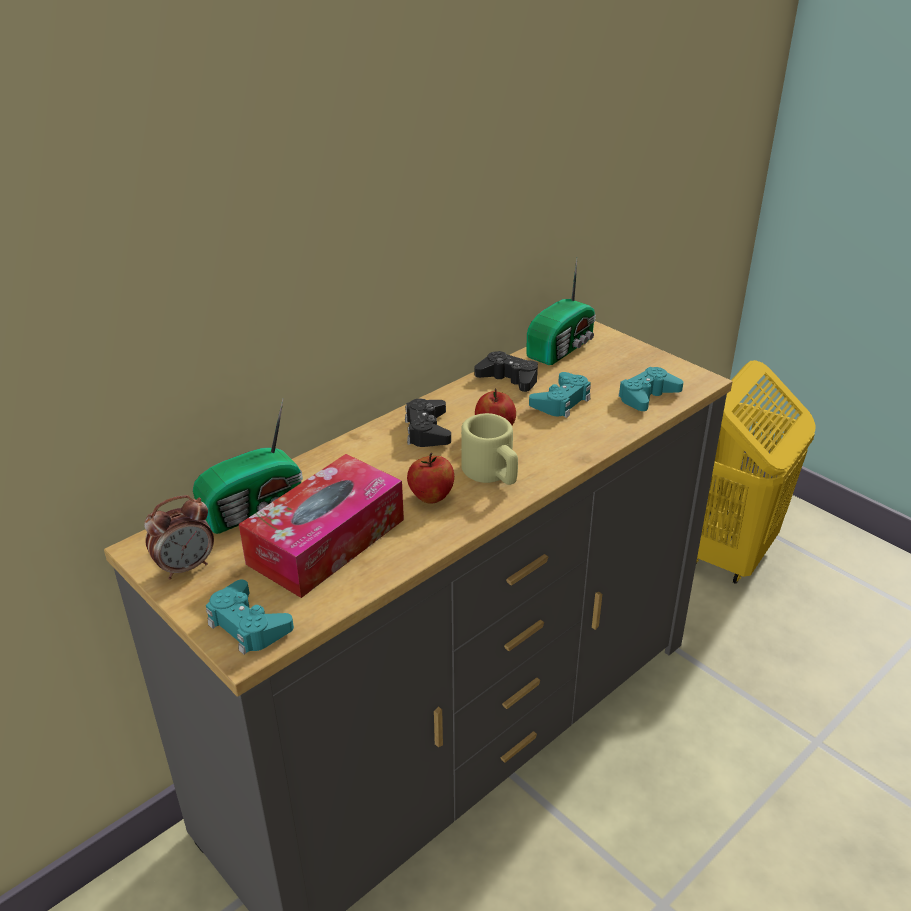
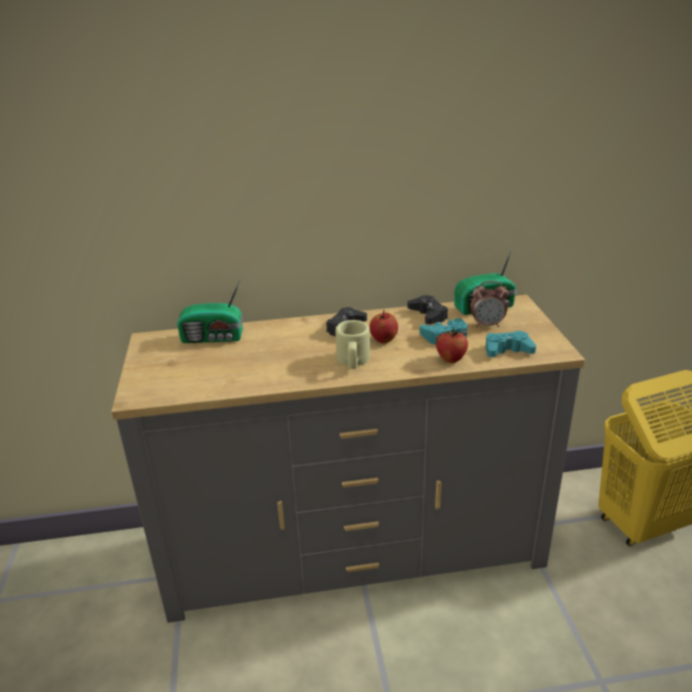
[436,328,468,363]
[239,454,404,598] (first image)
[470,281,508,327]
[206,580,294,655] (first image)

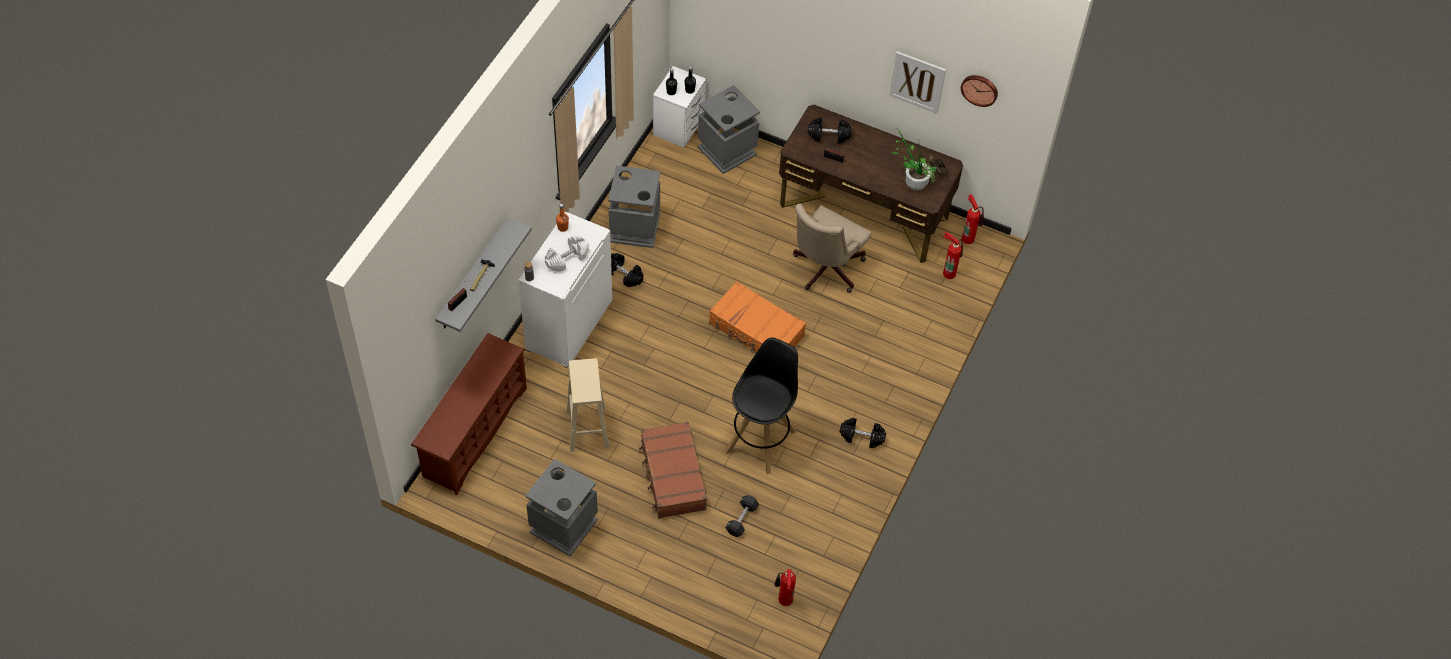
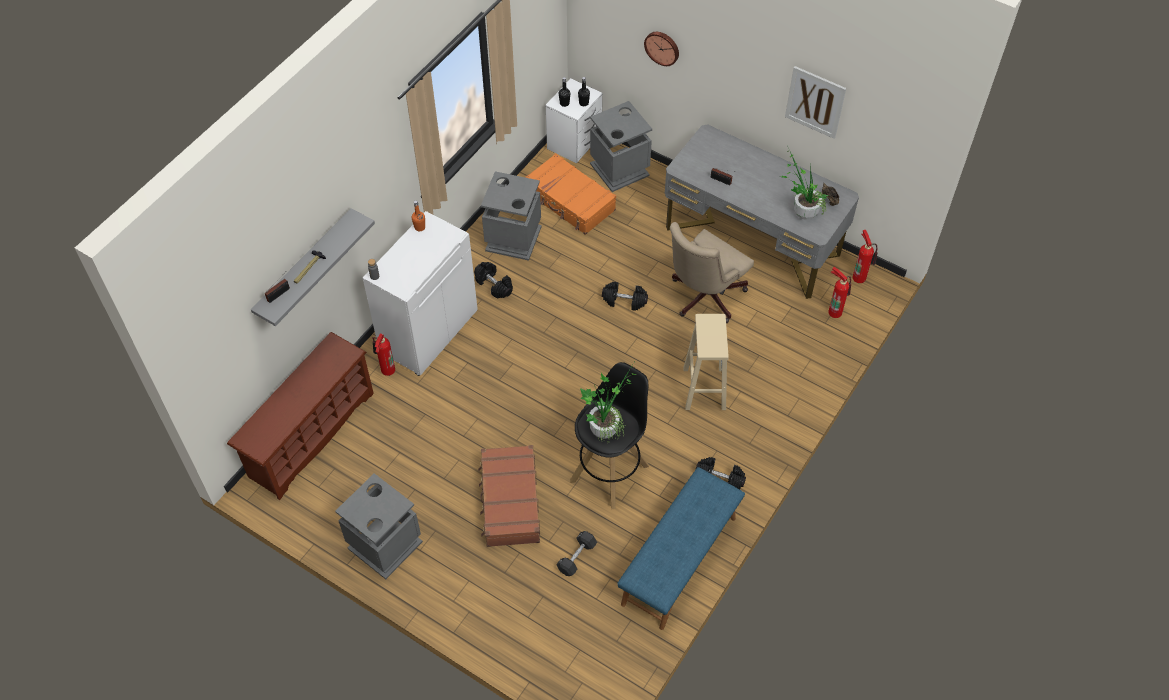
[644,32,679,66]
[665,124,859,299]
[602,282,648,311]
[545,236,589,272] (first image)
[525,153,616,235]
[683,314,729,410]
[372,334,395,376]
[580,363,636,441]
[617,467,745,630]

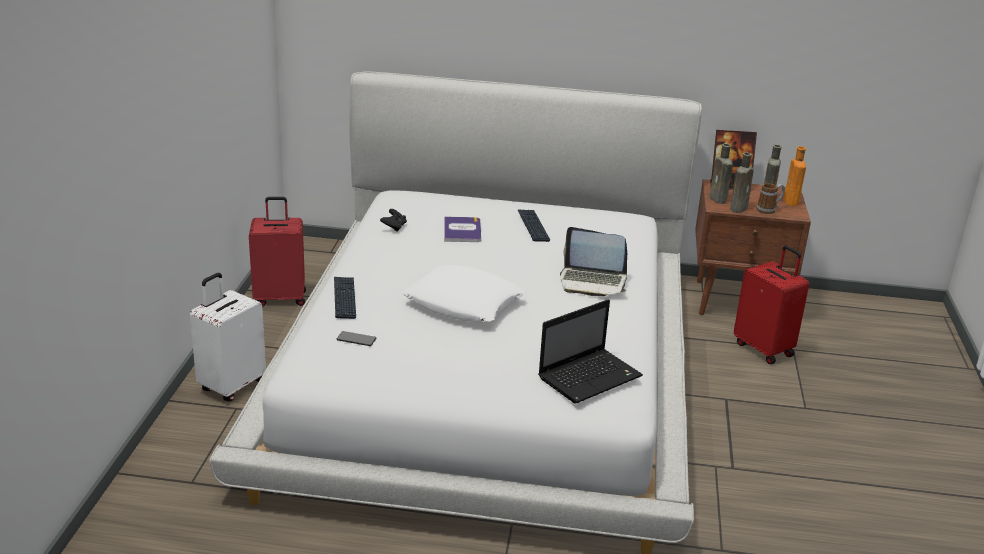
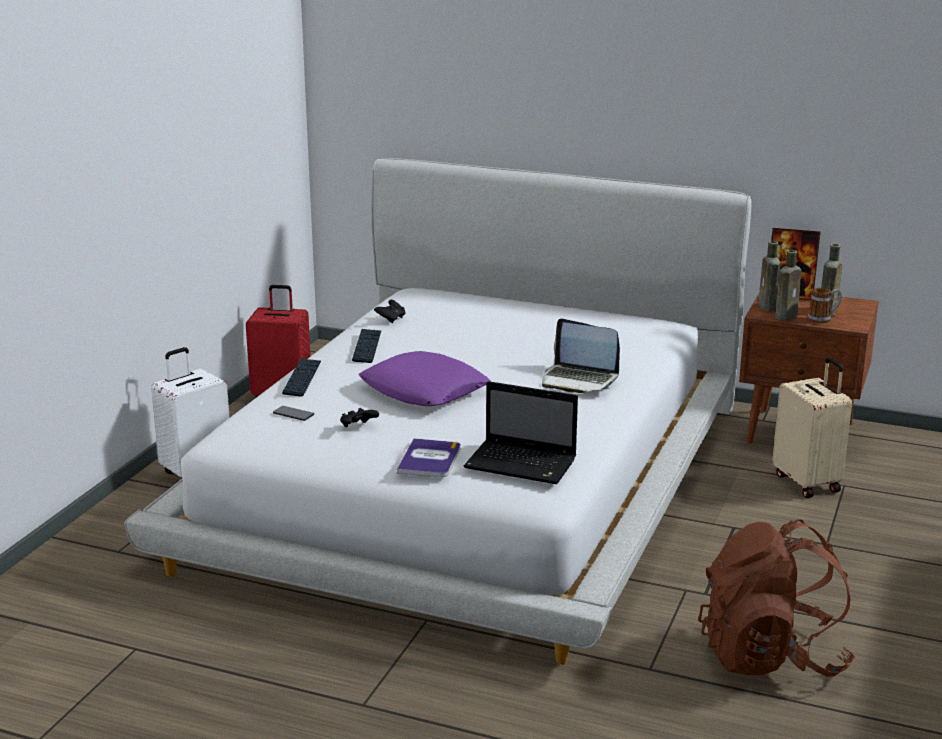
[784,146,806,206] (first image)
[352,329,381,363]
[397,438,460,477]
[773,358,852,498]
[359,351,491,406]
[464,381,578,484]
[340,408,379,427]
[698,519,855,676]

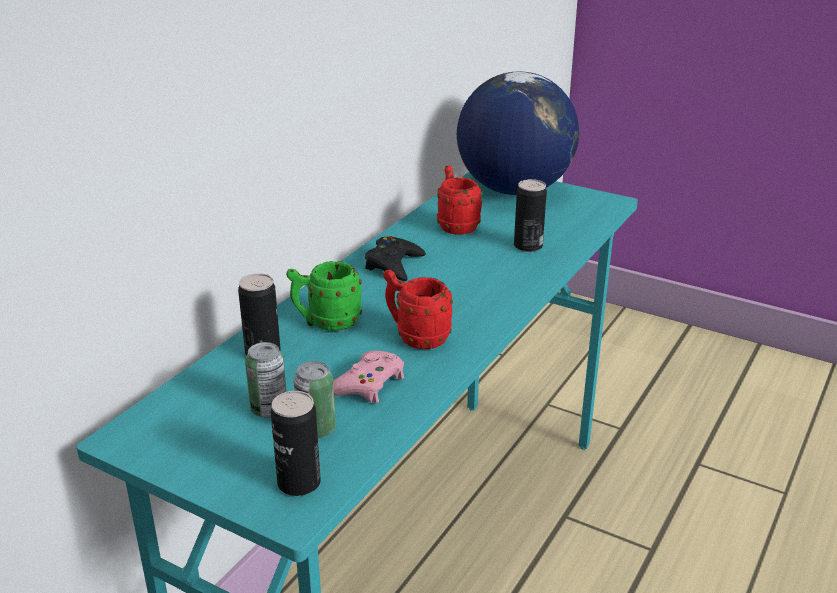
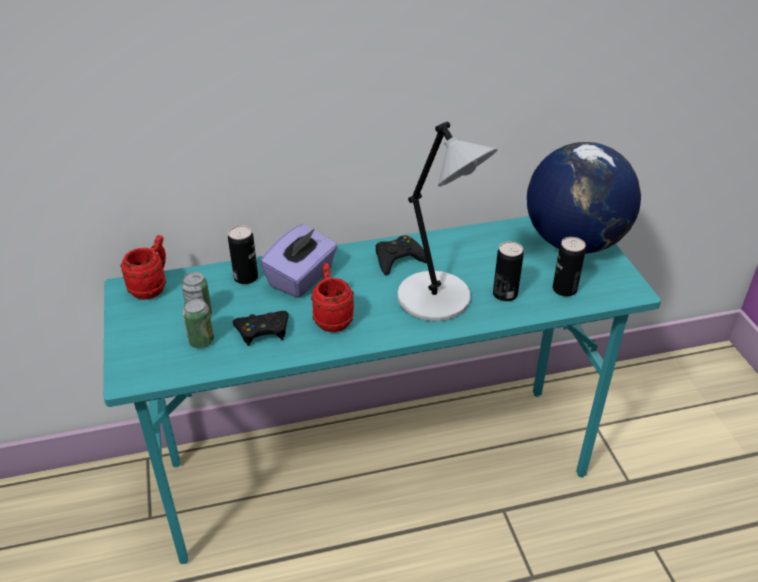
[120,235,166,300]
[260,224,338,298]
[232,311,289,346]
[552,237,586,296]
[397,121,498,321]

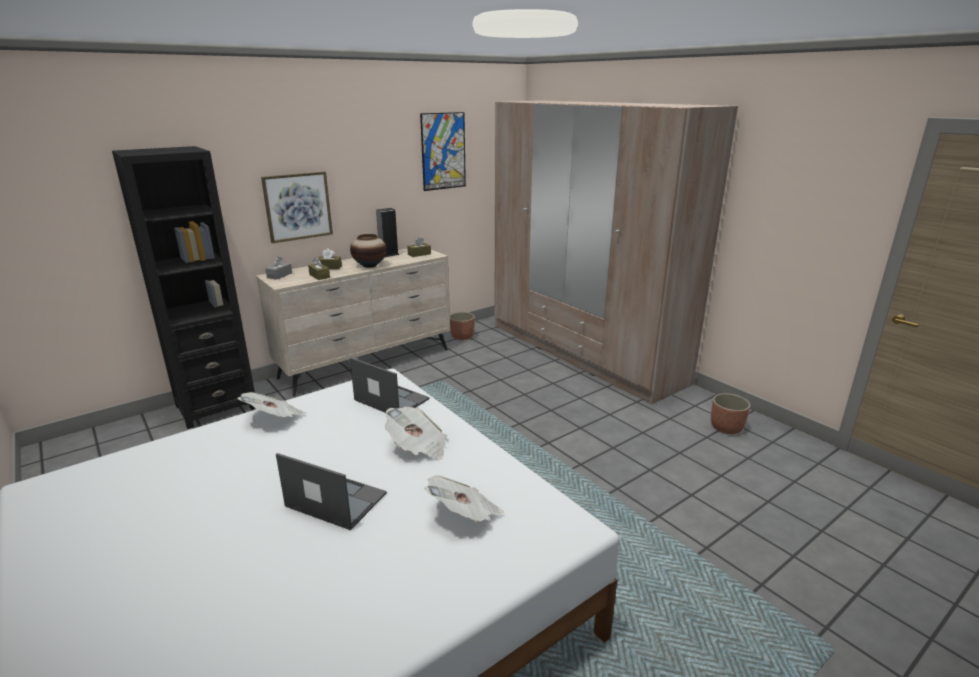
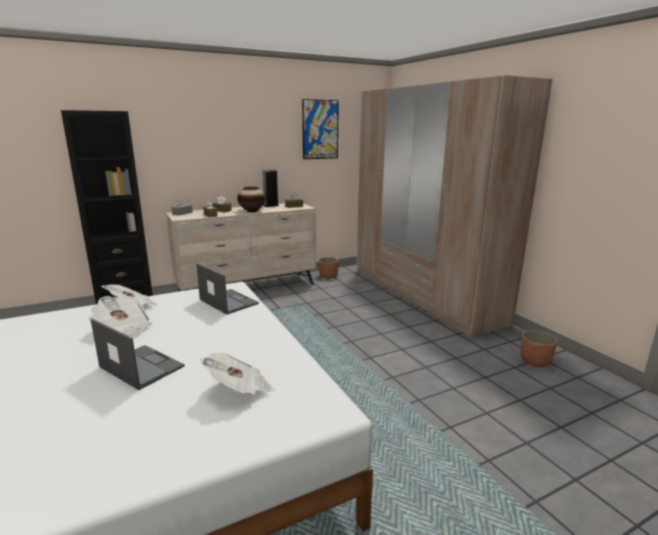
[261,171,333,243] (first image)
[91,296,152,340]

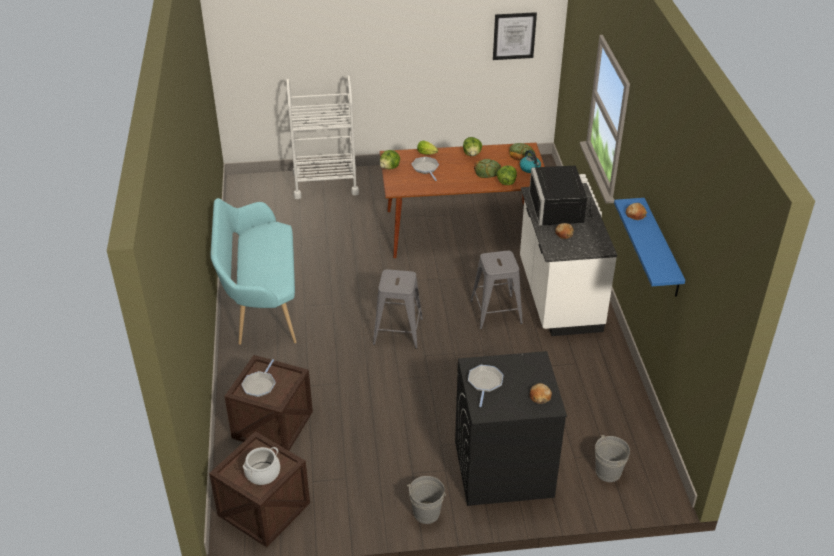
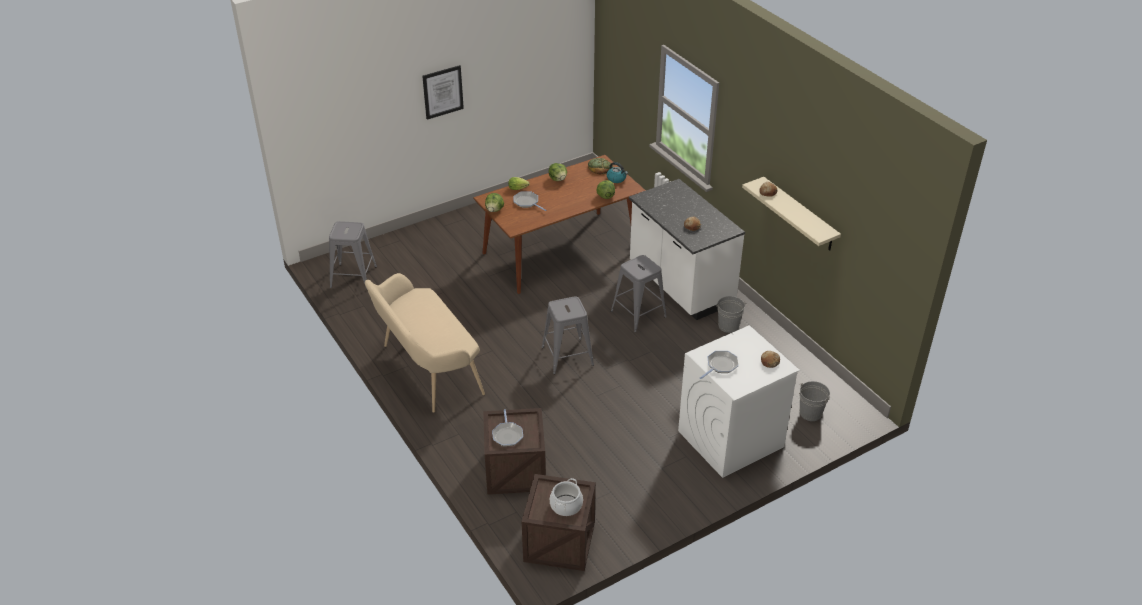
[422,65,464,120]
[286,76,359,199] (first image)
[474,159,501,178] (first image)
[529,166,594,225] (first image)
[365,273,485,413]
[742,177,841,250]
[678,325,800,478]
[700,351,739,379]
[716,296,747,333]
[329,221,377,290]

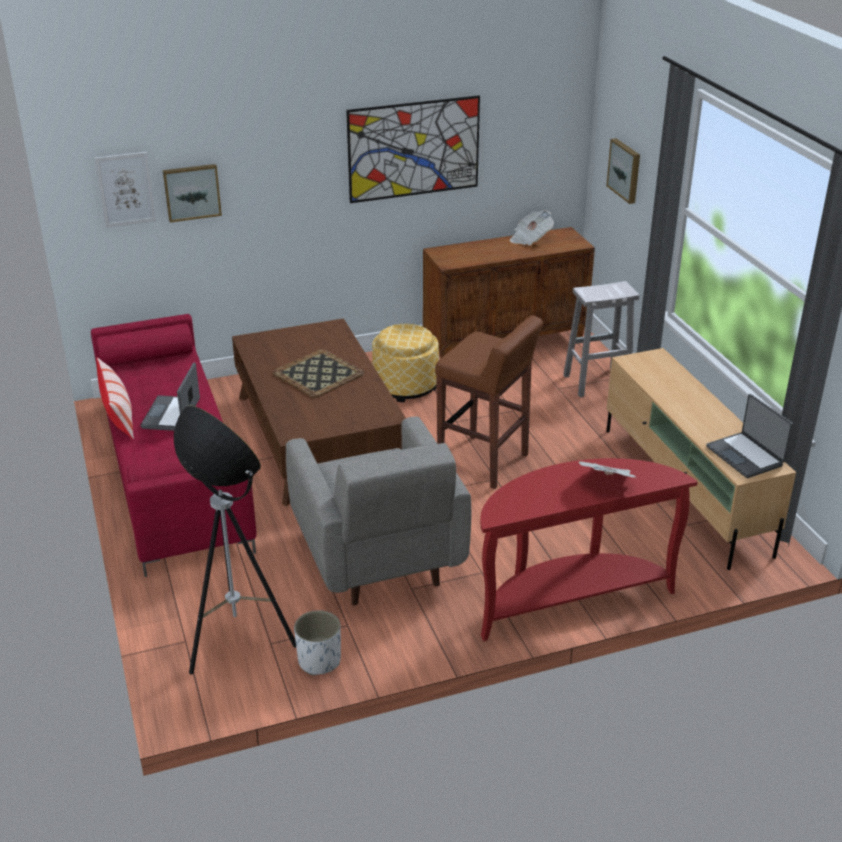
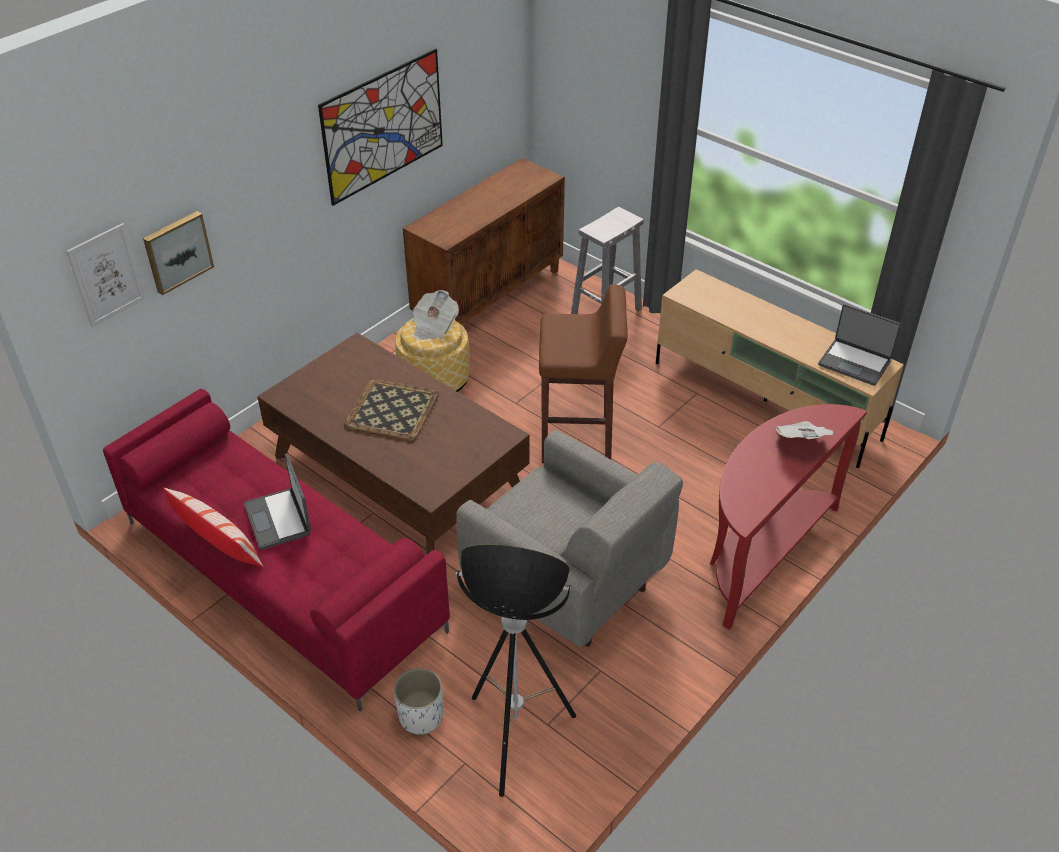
[606,138,640,204] (first image)
[412,290,459,340]
[394,668,443,735]

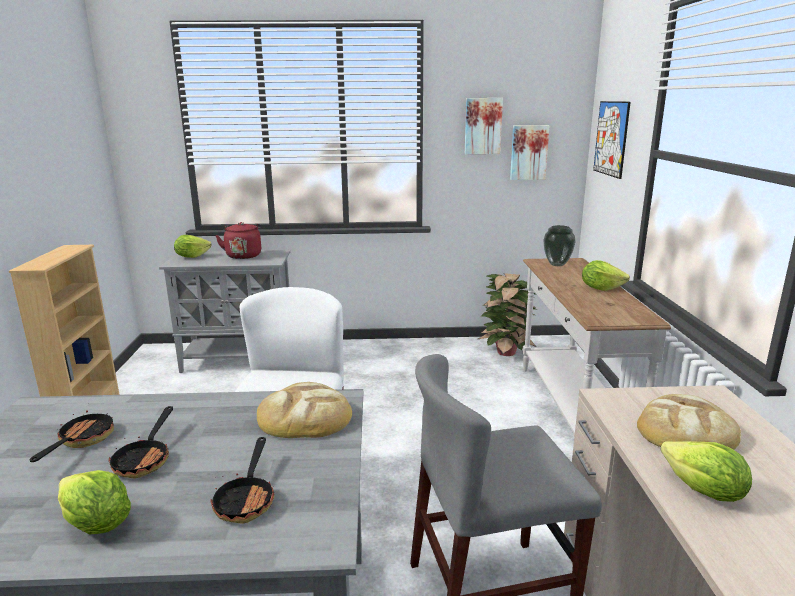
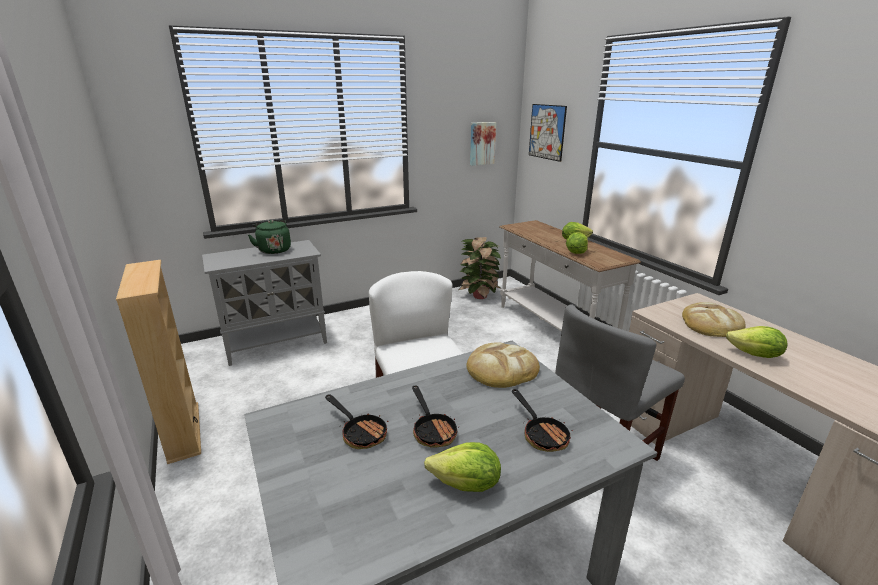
[465,98,503,154] (first image)
[248,220,291,254]
[543,225,576,266] (first image)
[566,233,588,254]
[325,395,388,449]

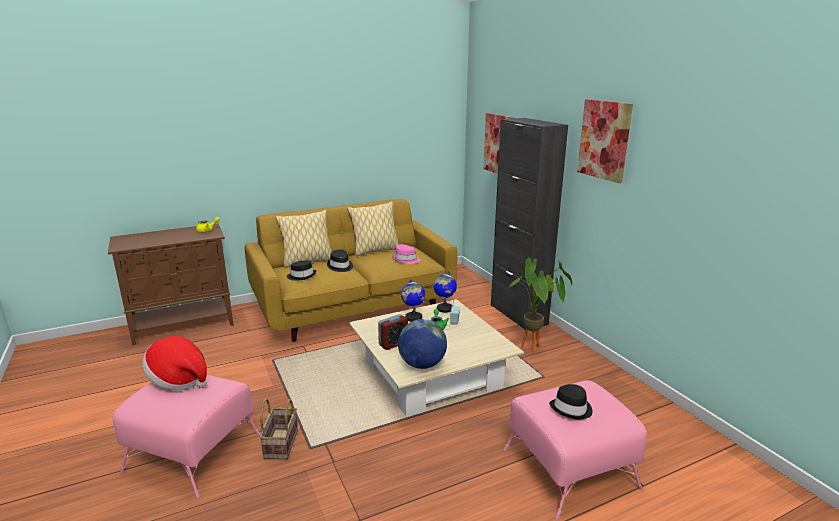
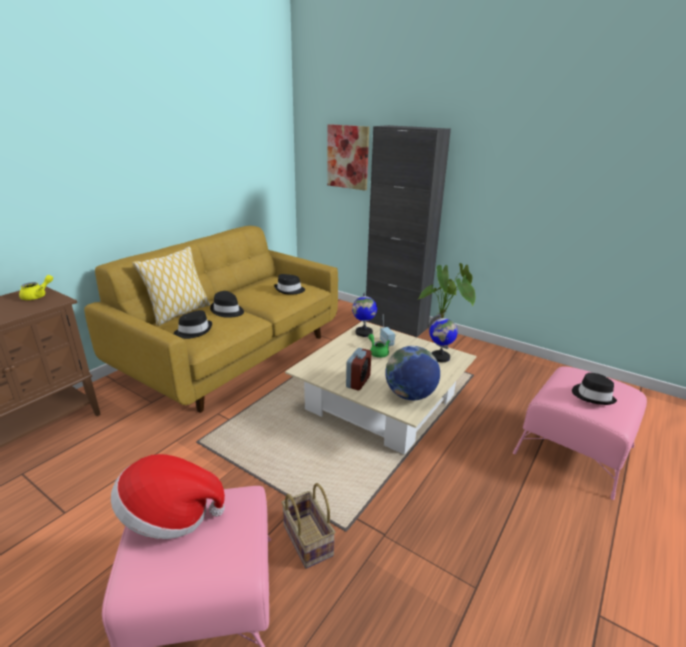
[577,99,633,183] (first image)
[347,202,399,256] (first image)
[274,274,305,294]
[429,314,458,362]

